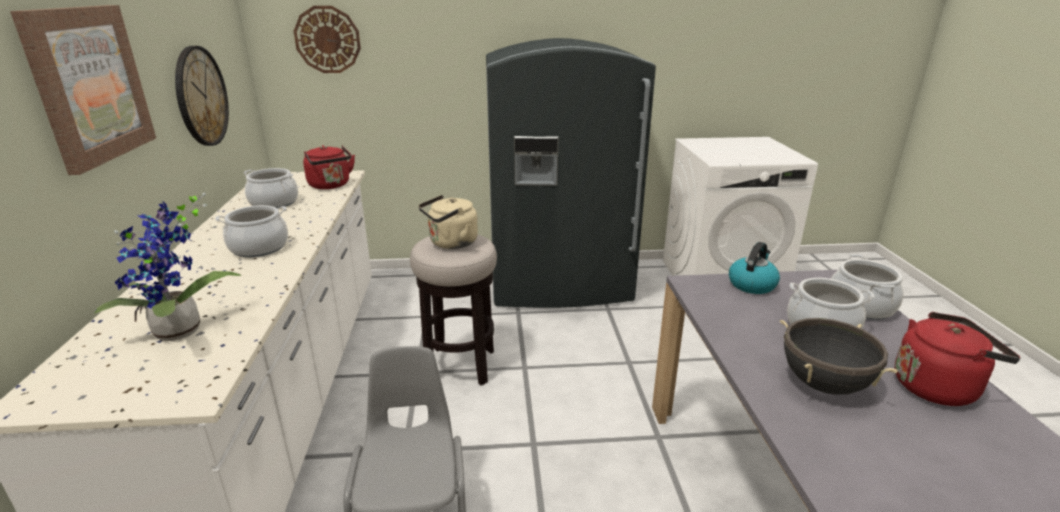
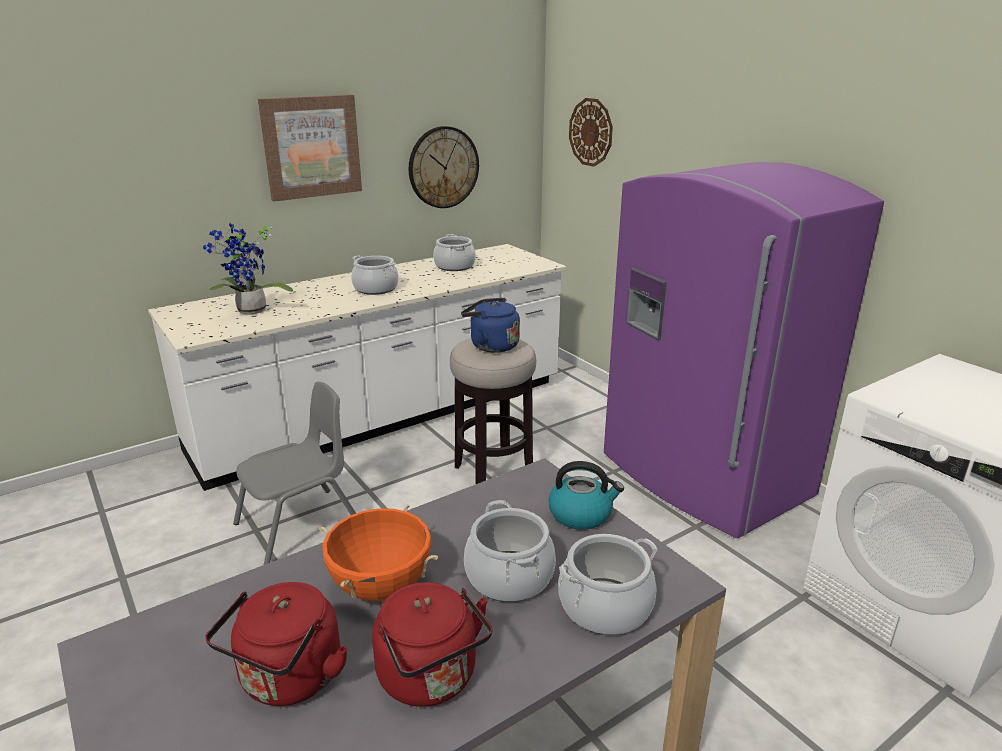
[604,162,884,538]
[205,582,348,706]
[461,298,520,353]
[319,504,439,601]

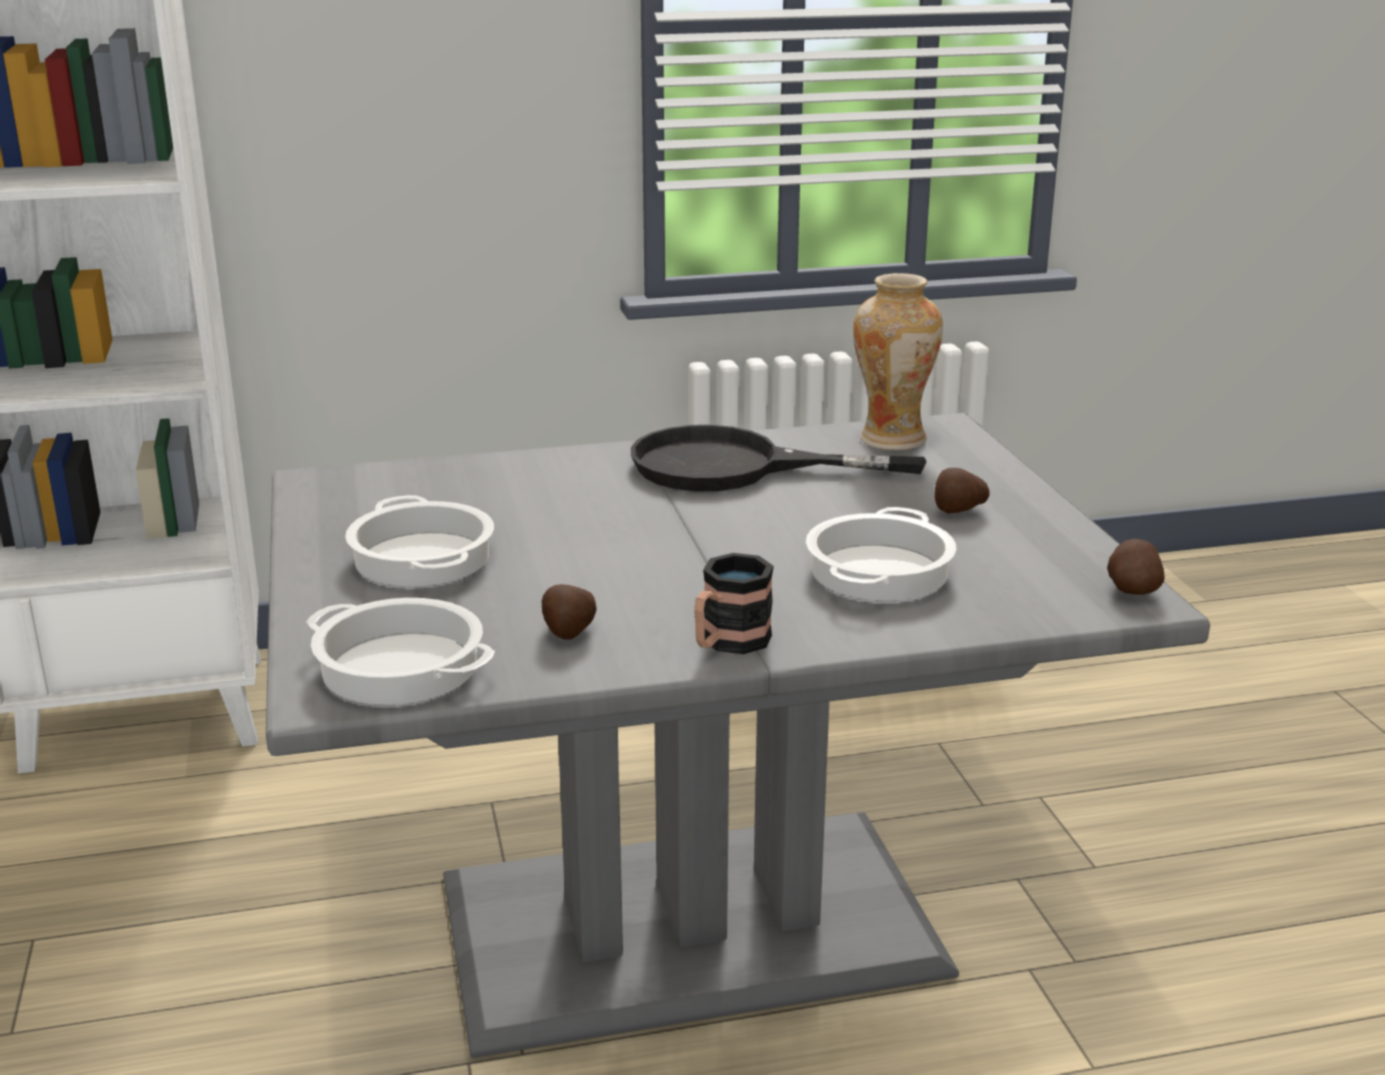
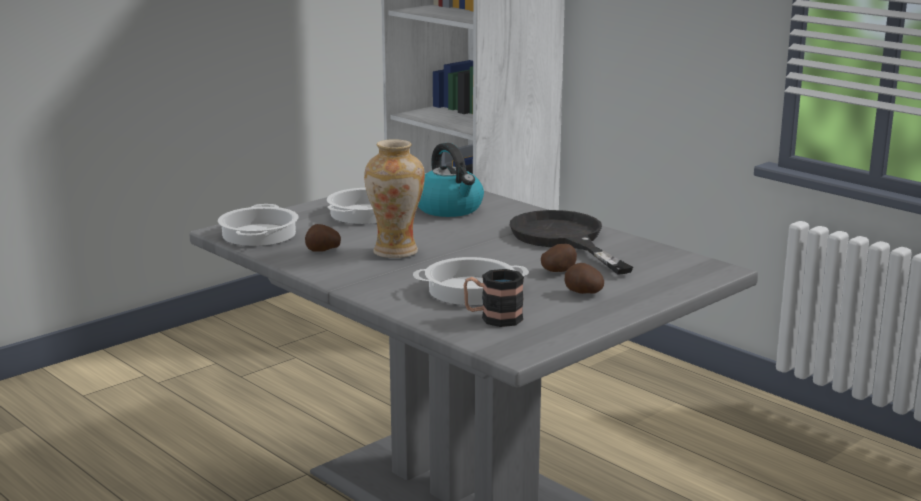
[364,139,425,258]
[541,244,577,272]
[464,269,524,327]
[418,143,484,217]

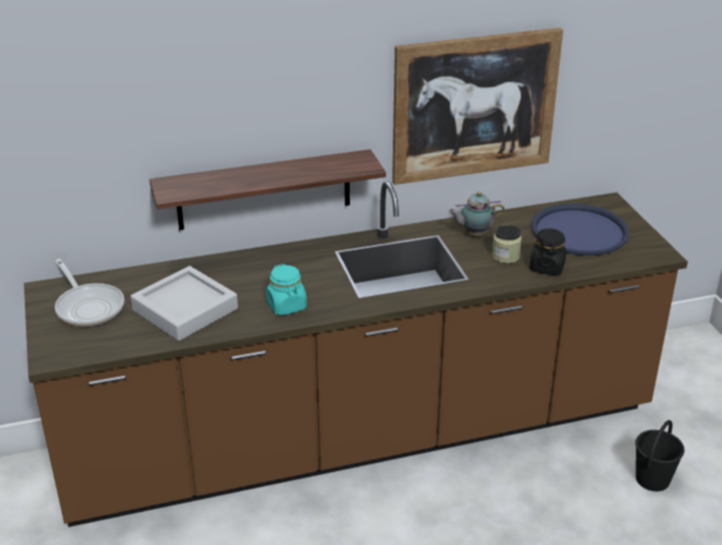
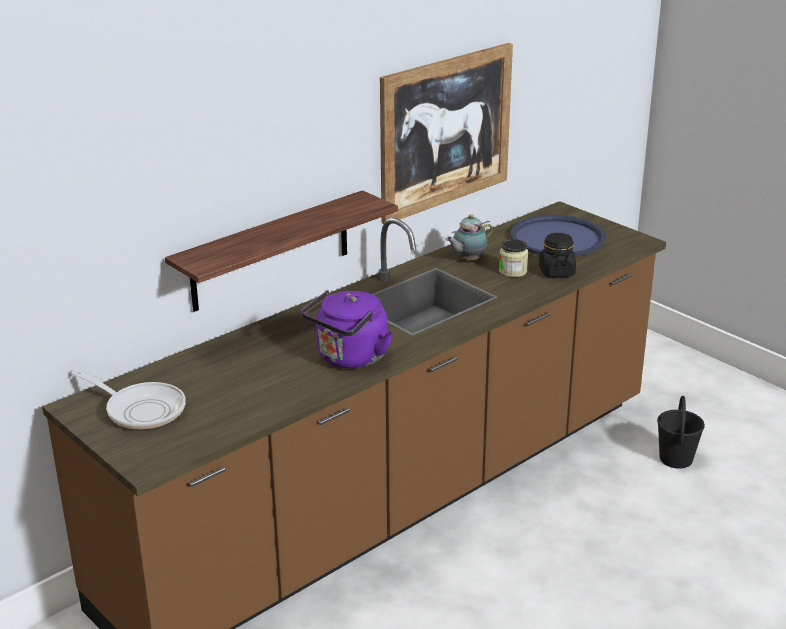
[301,290,393,369]
[130,266,238,341] (first image)

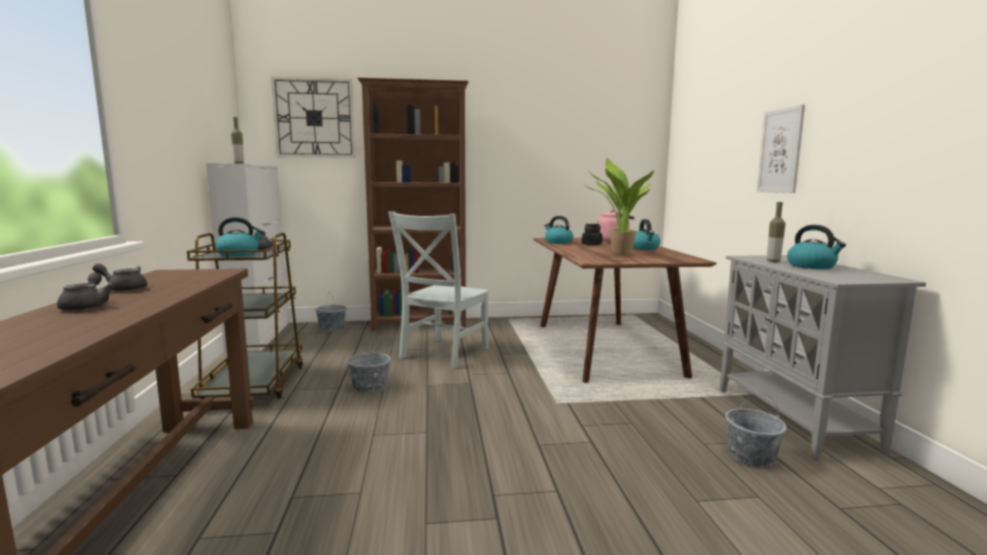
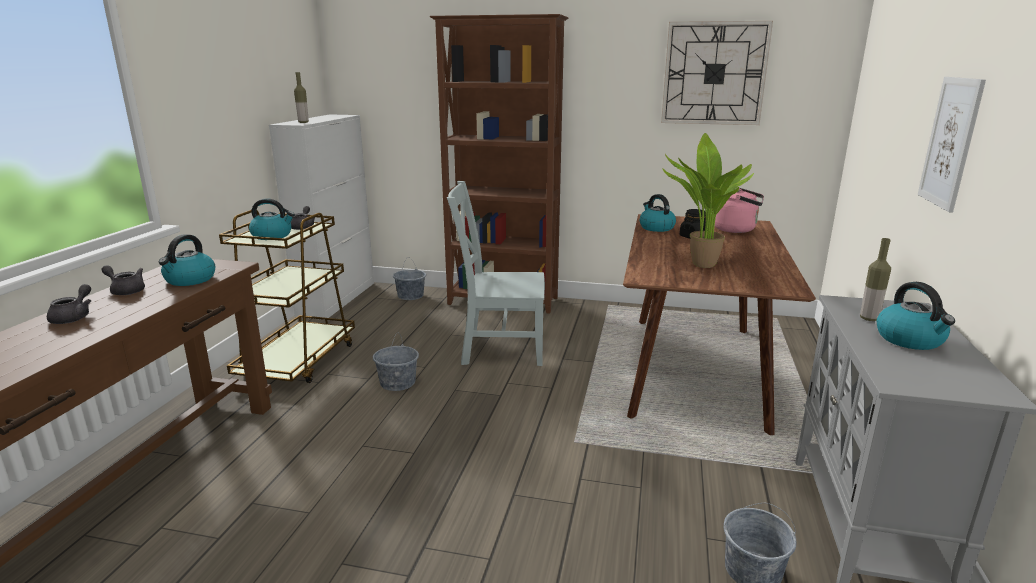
[661,21,773,125]
[447,181,545,366]
[159,234,215,286]

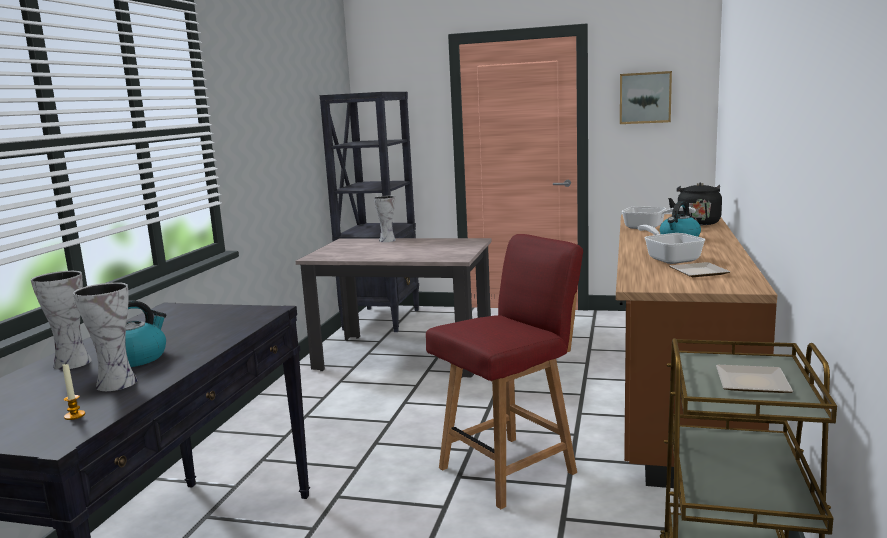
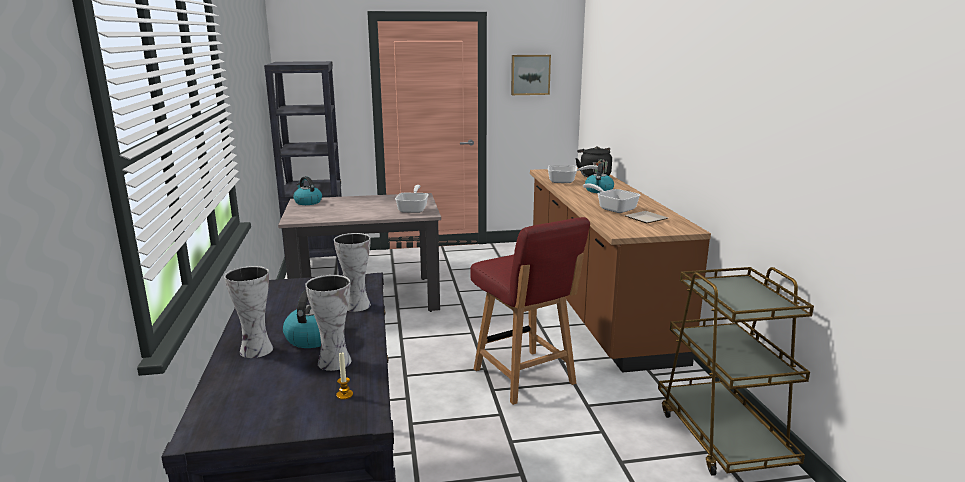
[334,233,371,312]
[470,217,590,405]
[716,365,793,393] (first image)
[293,176,322,205]
[395,185,429,213]

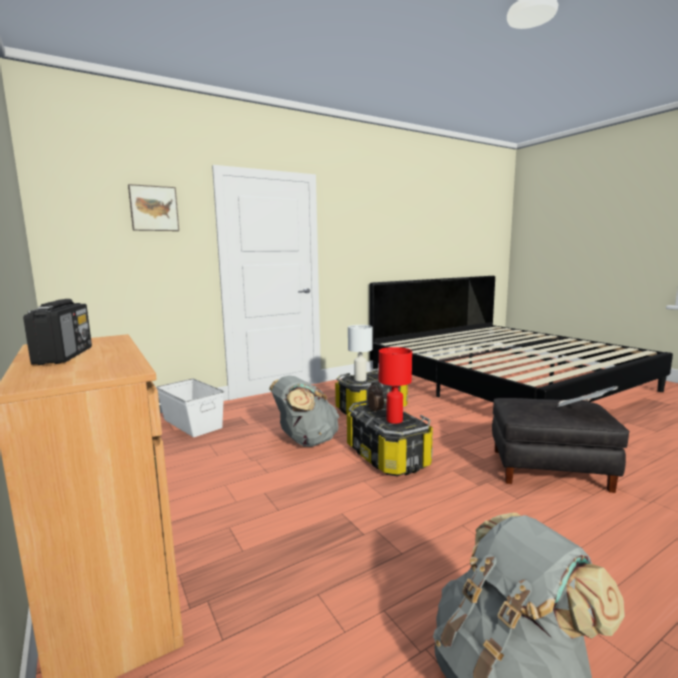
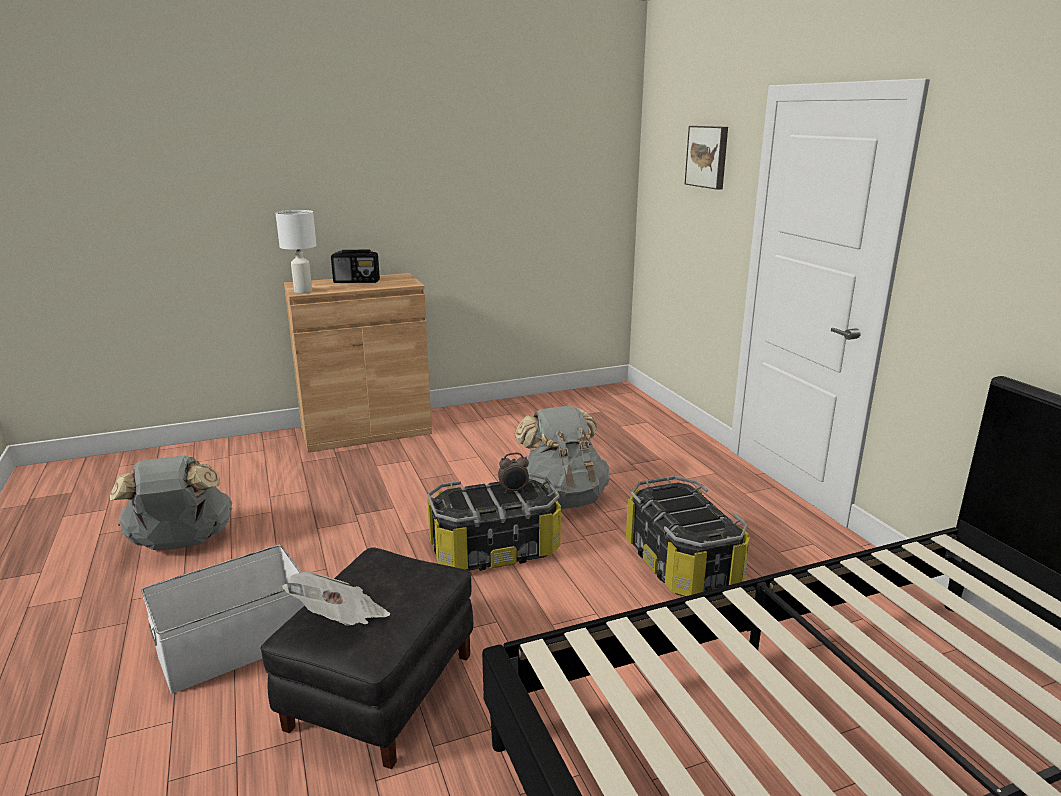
[276,210,317,293]
[379,347,412,424] (first image)
[141,545,305,694]

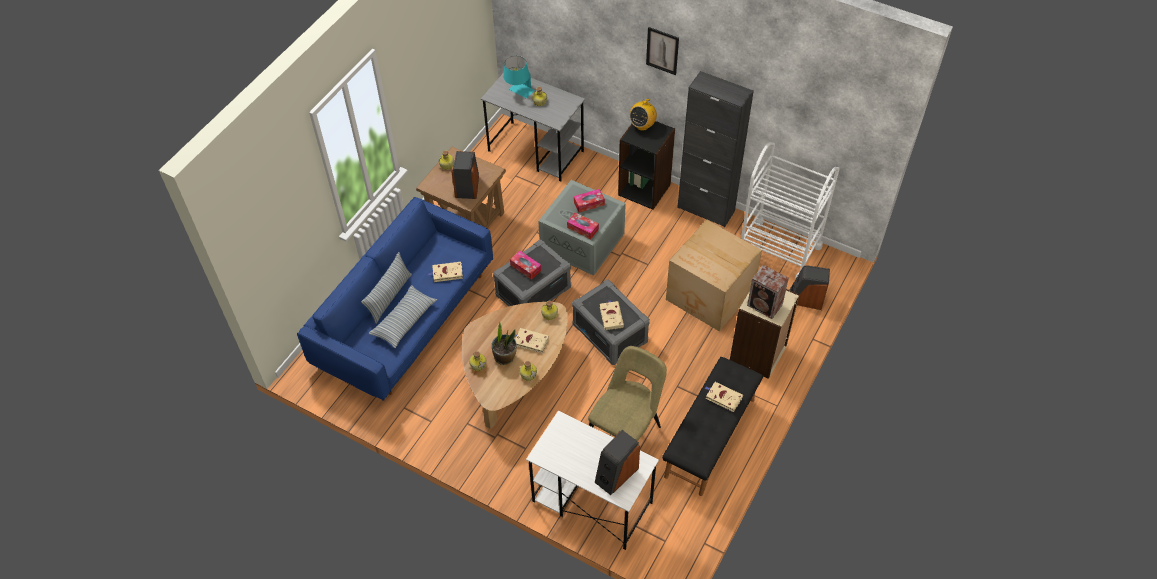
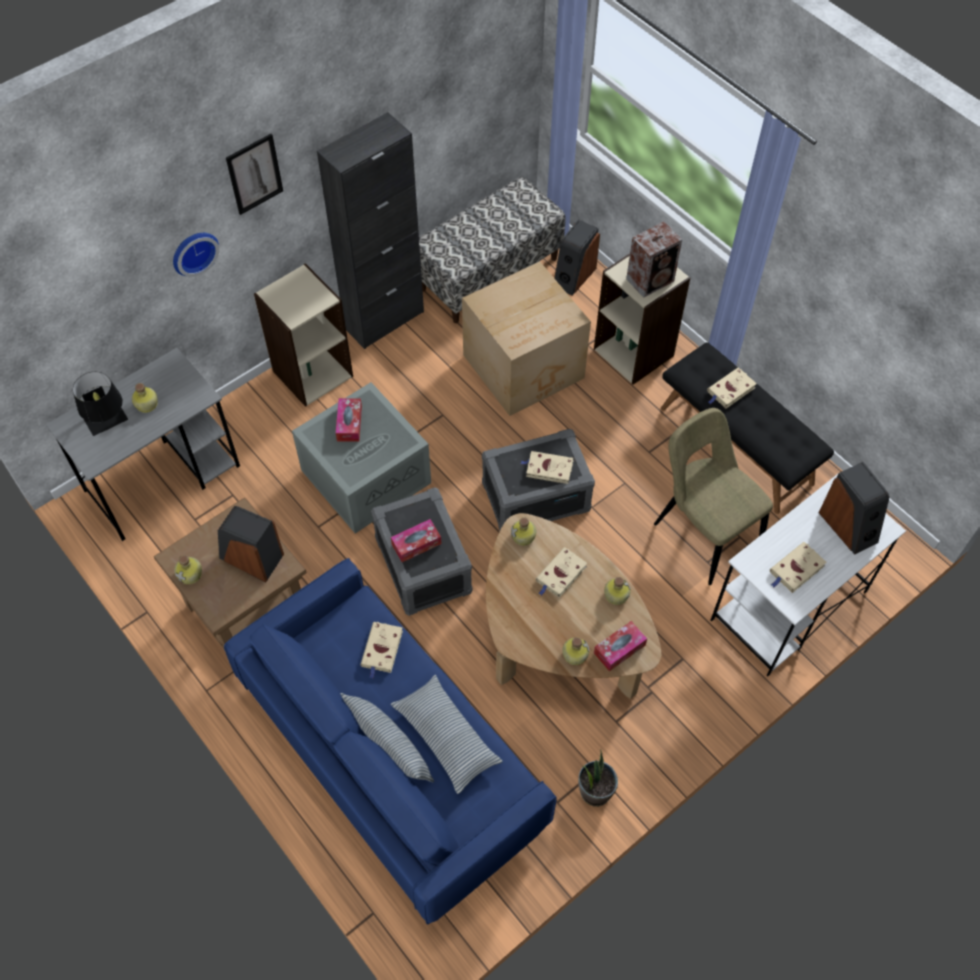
[73,372,128,436]
[629,98,657,131] (first image)
[254,263,353,407]
[419,177,566,323]
[594,621,647,671]
[578,750,618,807]
[173,233,219,277]
[770,542,827,593]

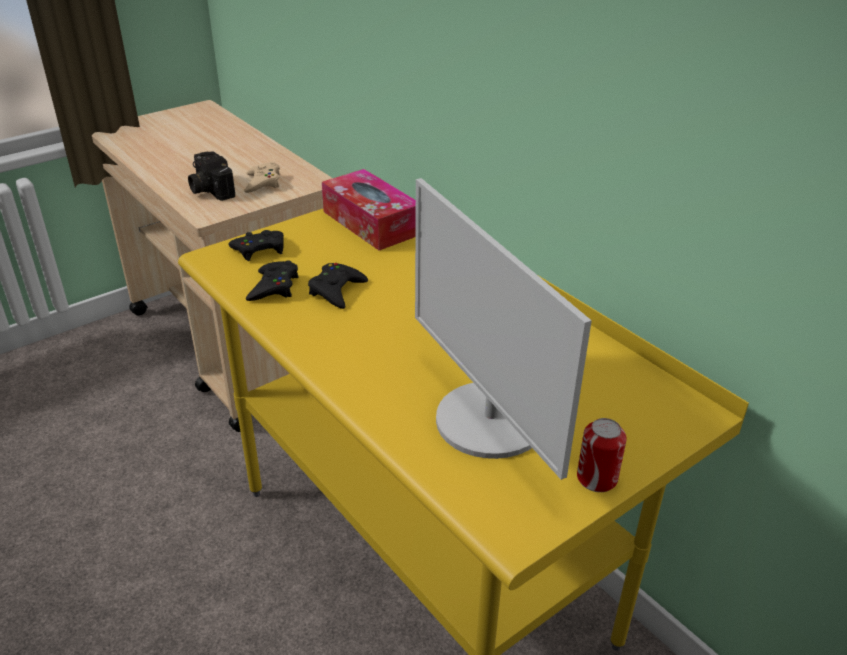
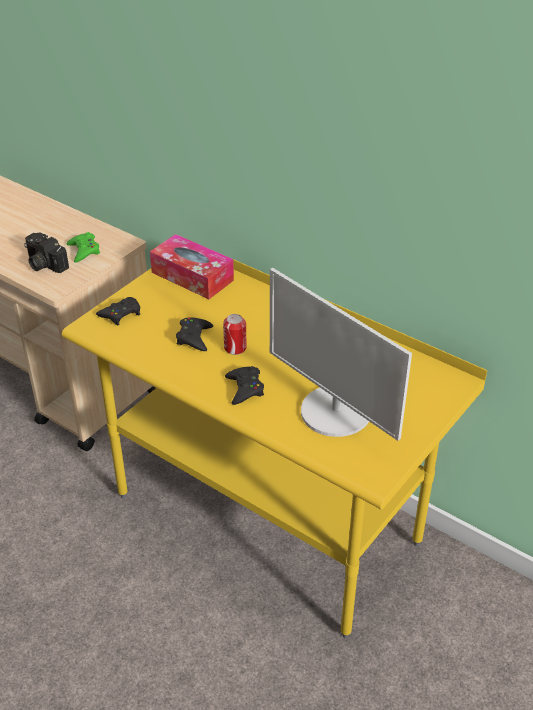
[66,232,100,263]
[225,366,264,405]
[223,314,247,355]

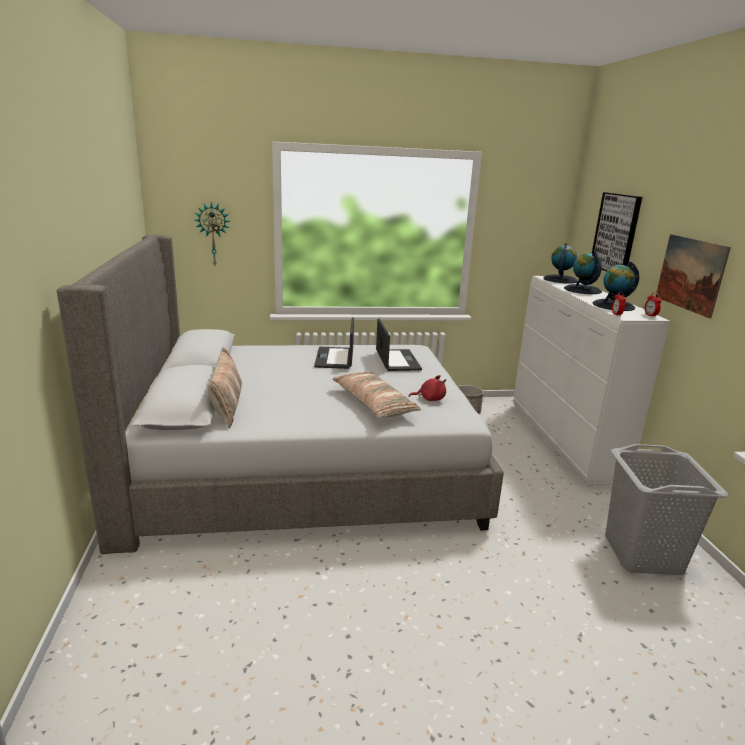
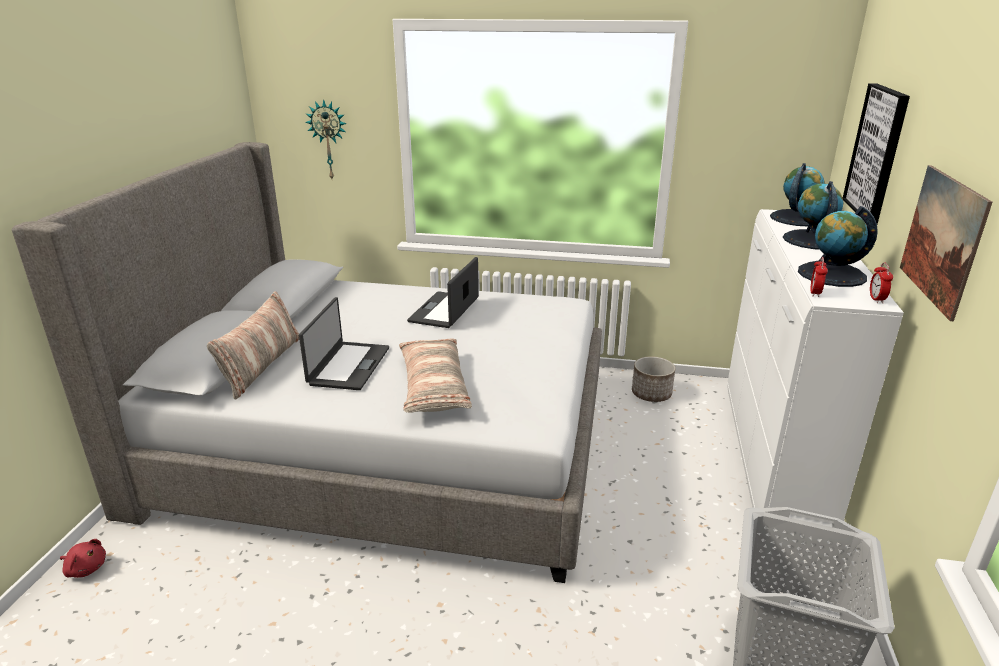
[299,297,389,390]
[60,539,106,578]

